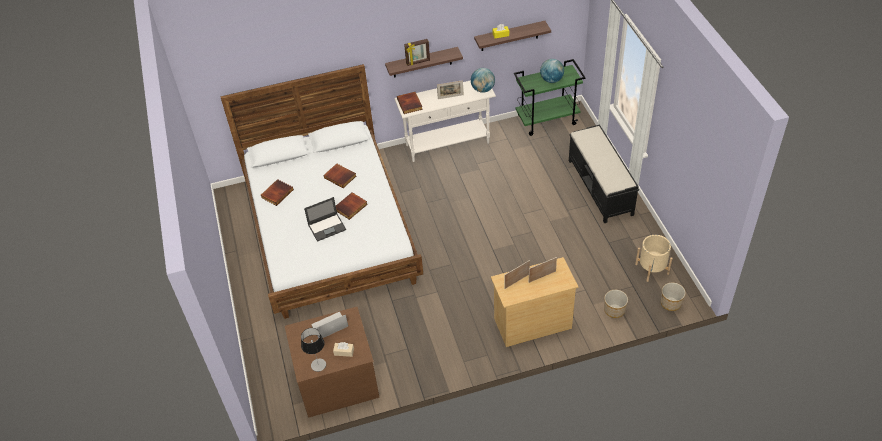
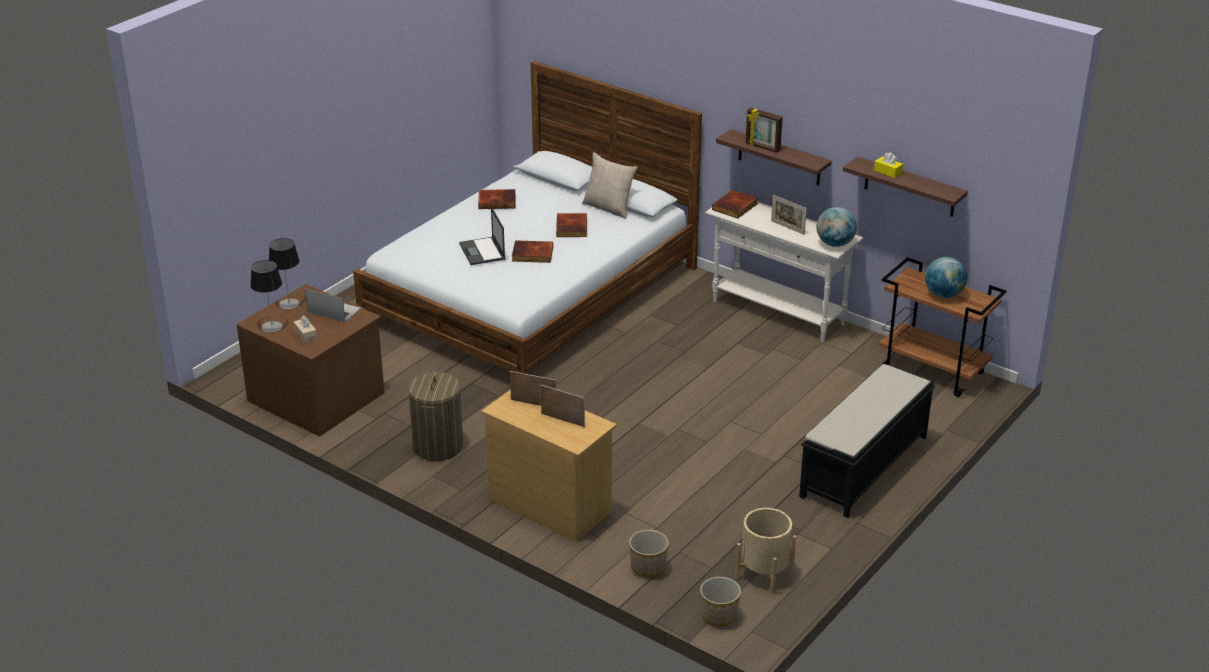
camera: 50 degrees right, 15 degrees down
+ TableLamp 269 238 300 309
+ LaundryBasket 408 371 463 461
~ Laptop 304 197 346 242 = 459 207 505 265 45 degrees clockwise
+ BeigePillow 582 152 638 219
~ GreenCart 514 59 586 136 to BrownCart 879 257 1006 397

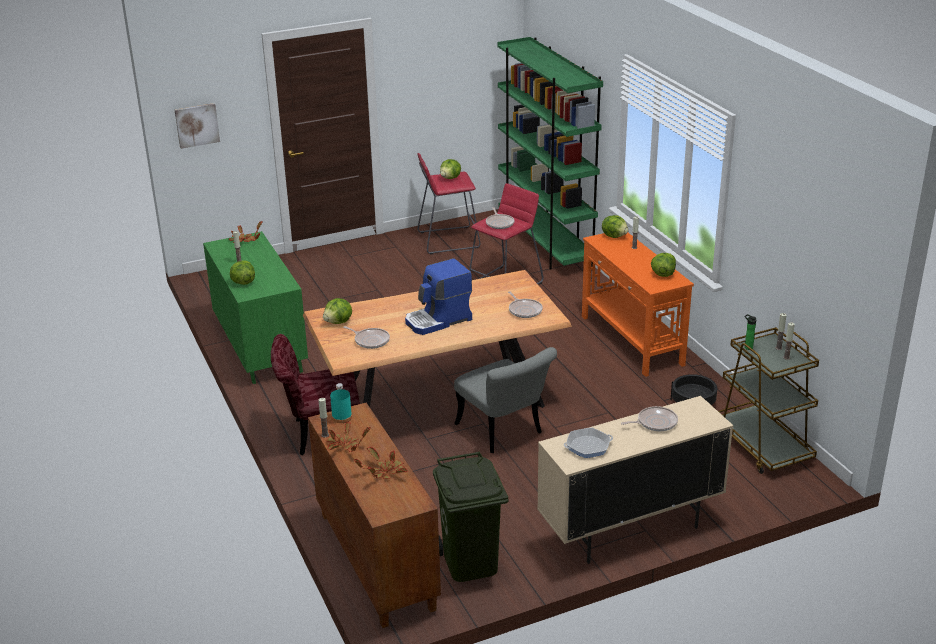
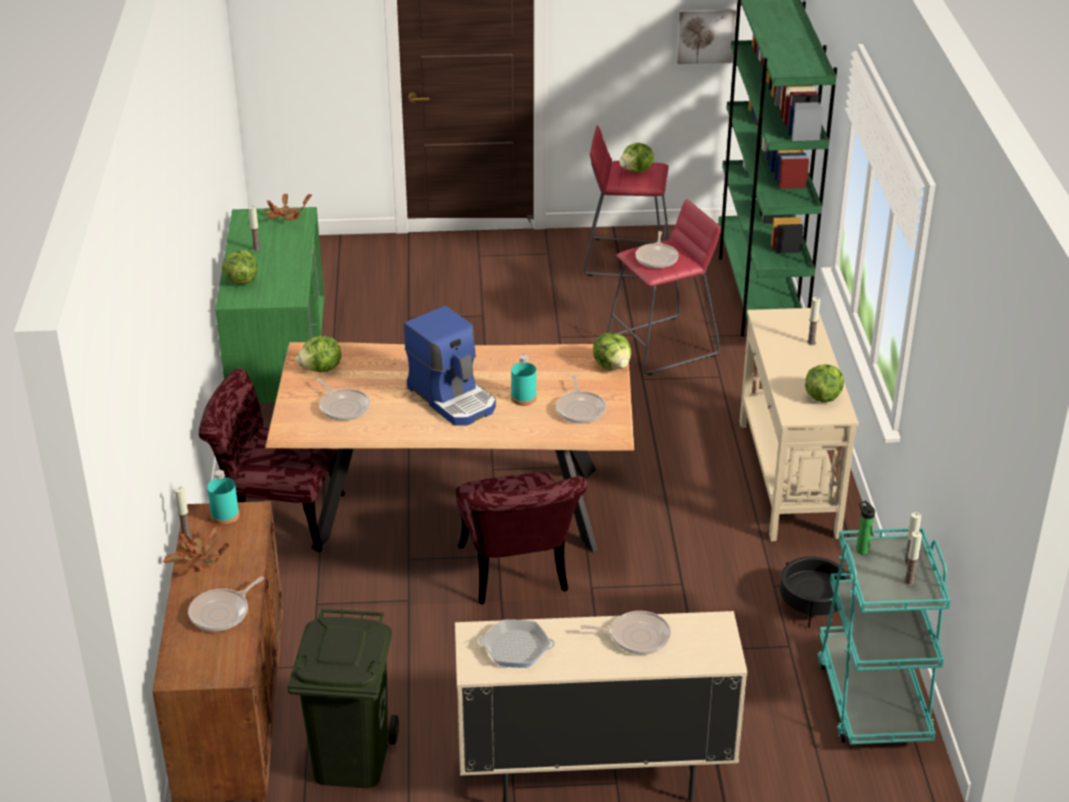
camera: 20 degrees right, 5 degrees up
~ PottedPlant 354 447 408 479 to FryingPan 188 577 264 631
~ CoffeeMachine 405 258 472 335 = 404 306 496 426 120 degrees counterclockwise
~ GreyChair 454 347 557 453 to RedChair 456 472 587 605
+ TurquoiseBottle 511 355 537 406
~ Lettuce 602 215 629 238 to 593 333 632 370
~ Picture 175 103 220 149 to 677 9 736 64
~ OrangeConsoleTable 582 233 694 377 to BeigeConsoleTable 740 308 859 541
~ BrownCart 718 327 819 474 to TurquoiseCart 817 528 951 744

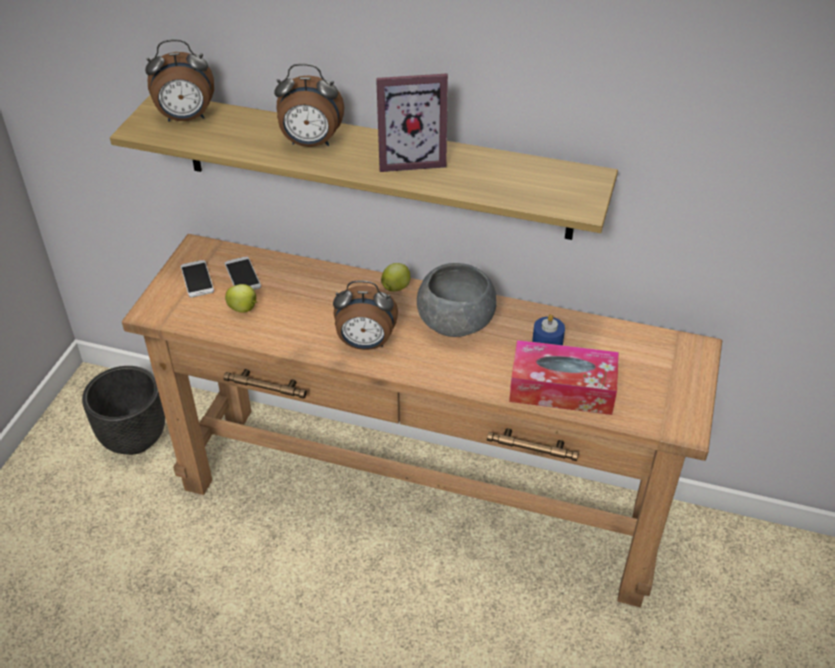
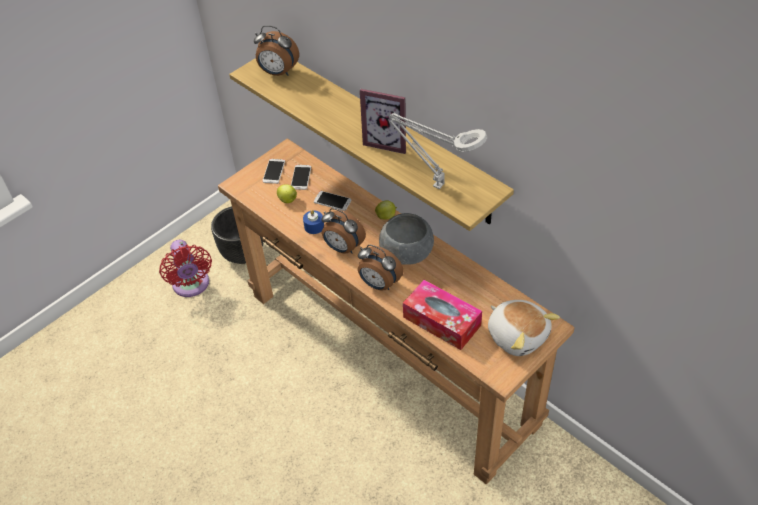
camera: 30 degrees right, 5 degrees up
+ RedFan 159 240 212 297
~ BlueCandle 532 314 565 345 to 303 210 324 234
+ Phone 314 191 351 211
~ AlarmClock 274 64 344 147 to 358 245 404 291
+ GreyTableLamp 389 113 487 189
+ PlushToy 488 300 560 356

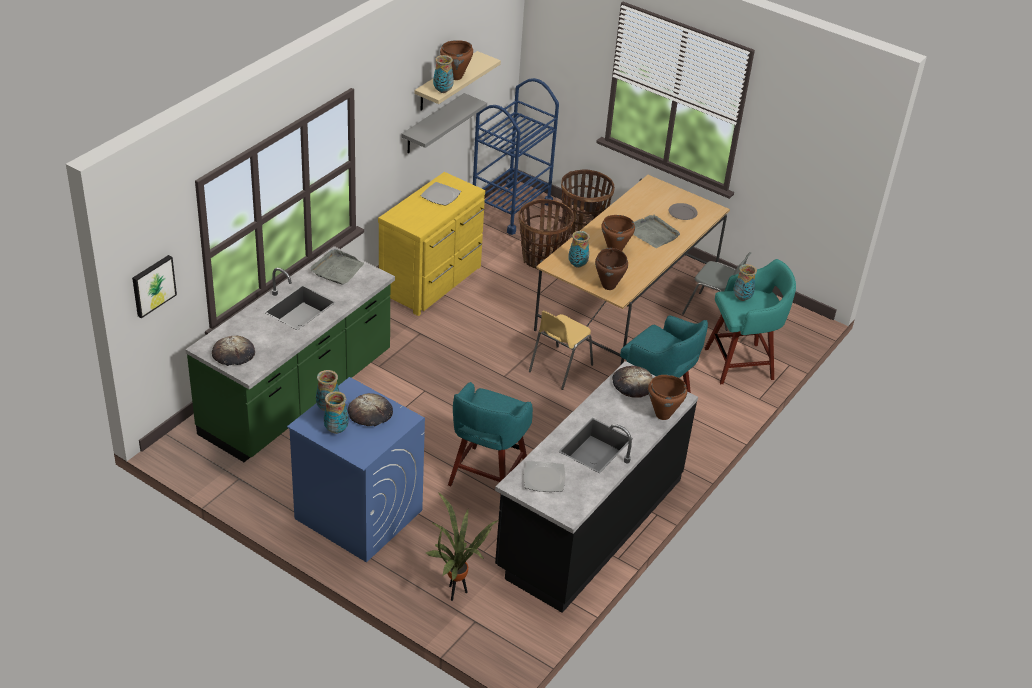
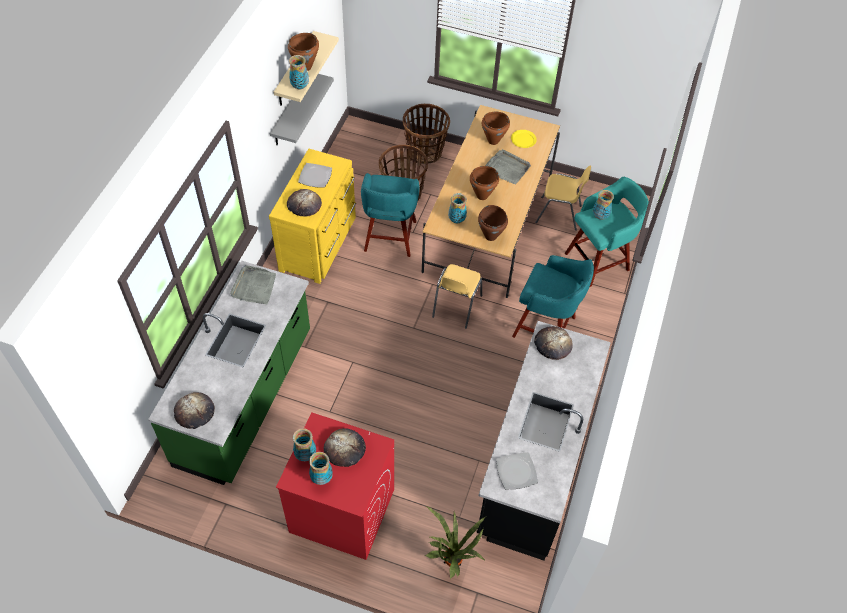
camera: 15 degrees left, 15 degrees up
~ BlueWashingMachine 287 377 425 563 to RedWashingMachine 276 413 394 560
+ Bread 287 189 322 217
~ TurquoiseStool 448 382 533 486 to 361 173 420 257
~ BrownCookingPot 648 375 687 420 to 482 112 510 145
~ GreyPlate 669 203 698 220 to YellowPlate 511 130 537 148
~ GreyChair 682 252 751 331 to YellowChair 535 166 591 231
- Picture 132 255 177 318
- BlueCart 473 78 559 235

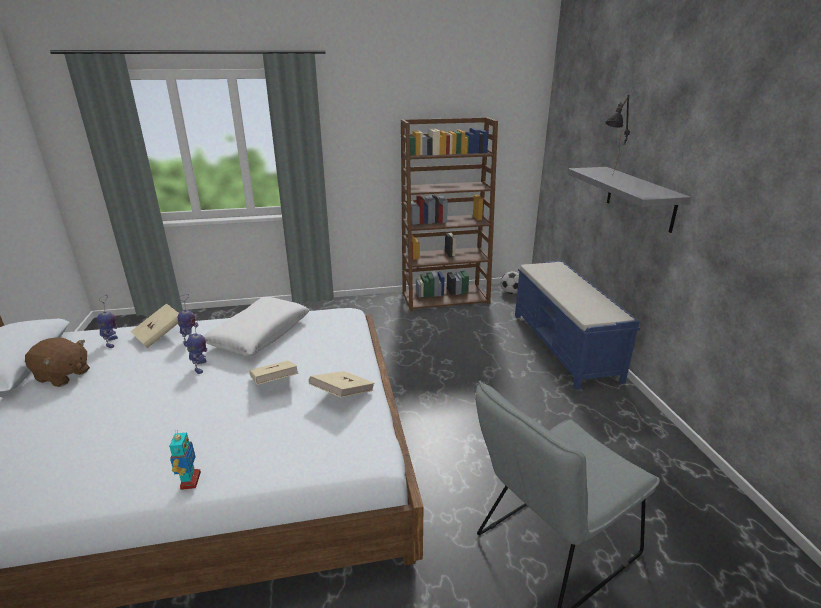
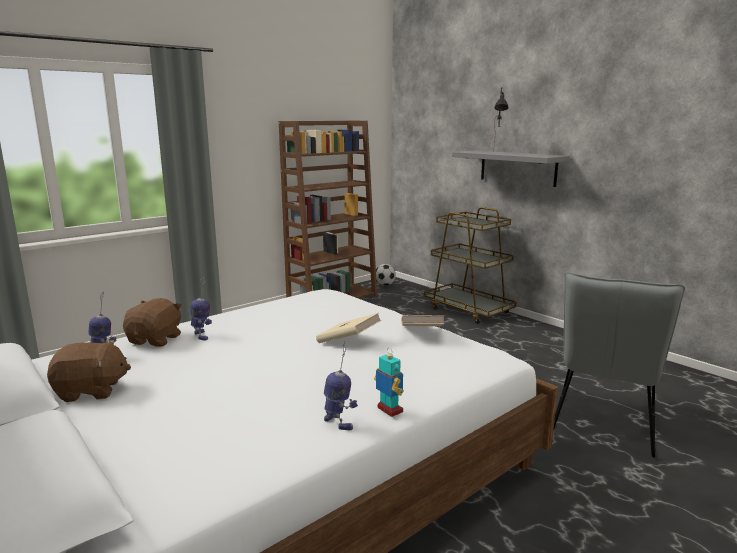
camera: 30 degrees left, 10 degrees down
~ BeigeBook 130 303 179 348 to BrownPlushToy 123 298 182 347
~ ToyRobot 187 316 207 374 to 324 342 358 430
~ BlueBench 515 261 640 390 to BrownCart 424 207 517 324
- WhitePillow 203 297 310 356

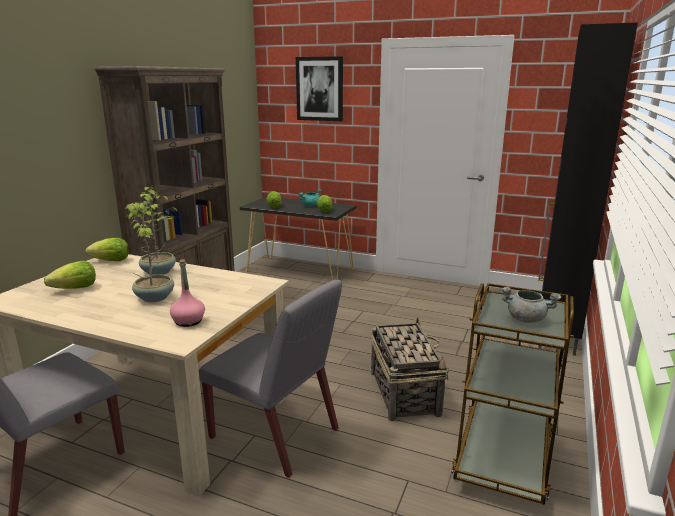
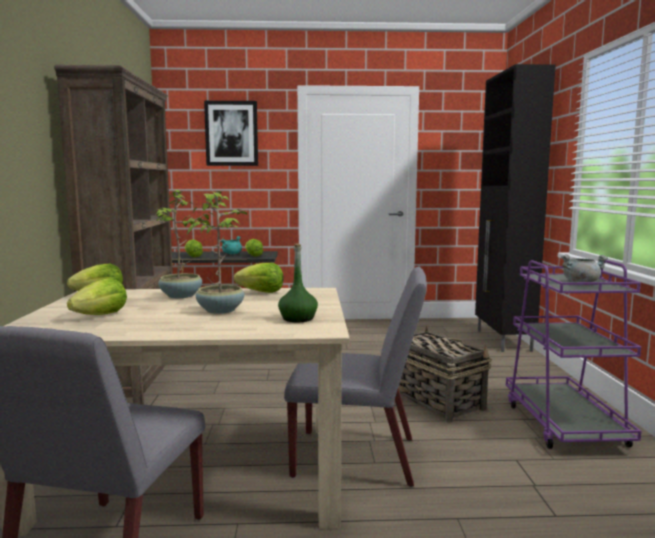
camera: 25 degrees left, 10 degrees down
+ Lettuce 234 263 283 293
~ PinkBottle 170 259 205 327 to GreenBottle 278 244 318 322
~ BrownCart 452 283 574 505 to PurpleCart 506 260 641 449

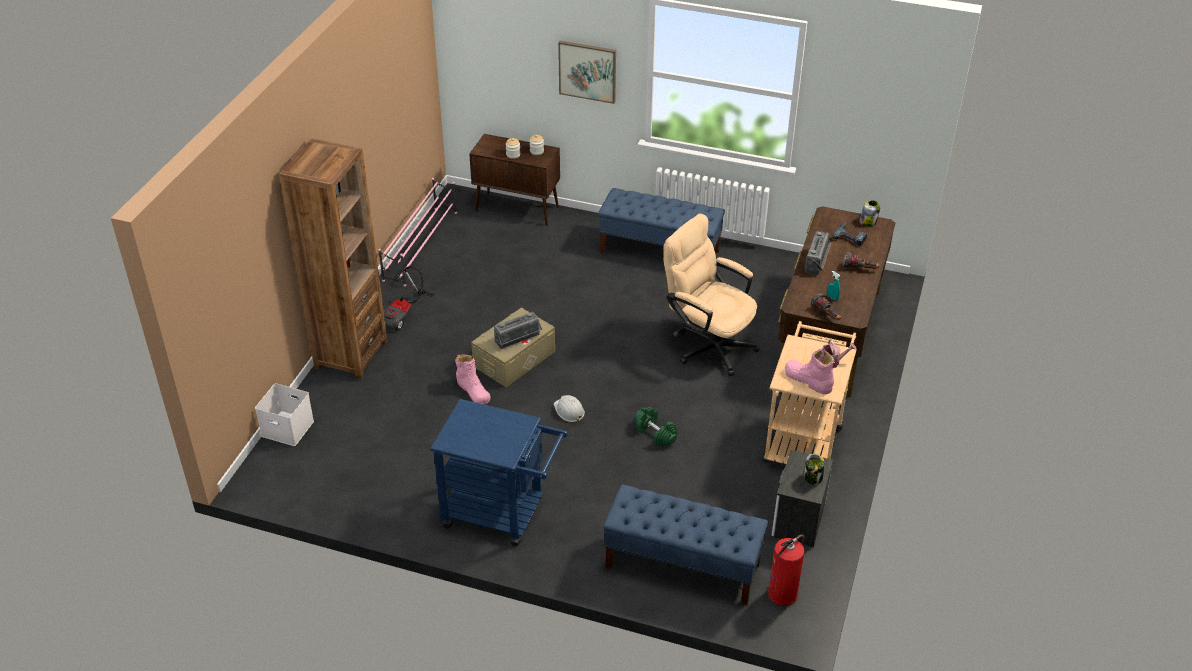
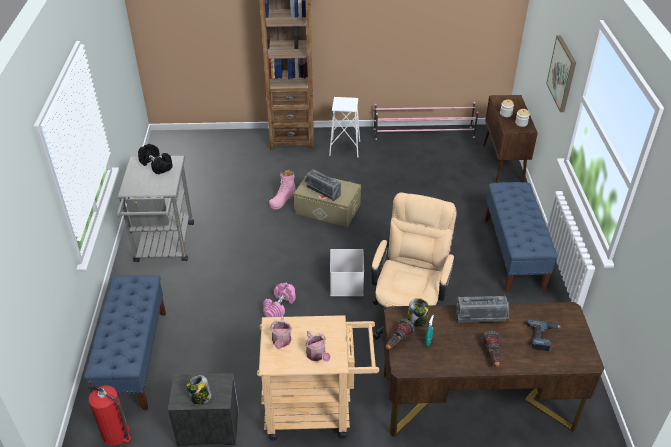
camera: 70 degrees right, 0 degrees up
~ BlueCart 430 399 568 547 to GreyCart 117 156 194 262
+ BlackDumbbell 138 144 173 175
~ GreenDumbbell 635 407 677 447 to PinkDumbbell 263 283 296 317
~ PinkBoot 785 349 835 394 to WateringCan 270 316 292 349
~ VacuumCleaner 384 266 435 332 to WhiteStool 329 97 360 158
~ WhiteStorageBox 255 383 314 446 to 330 249 364 296
~ Jar 859 200 881 227 to 407 298 429 327
- WhiteHardHat 554 395 585 422

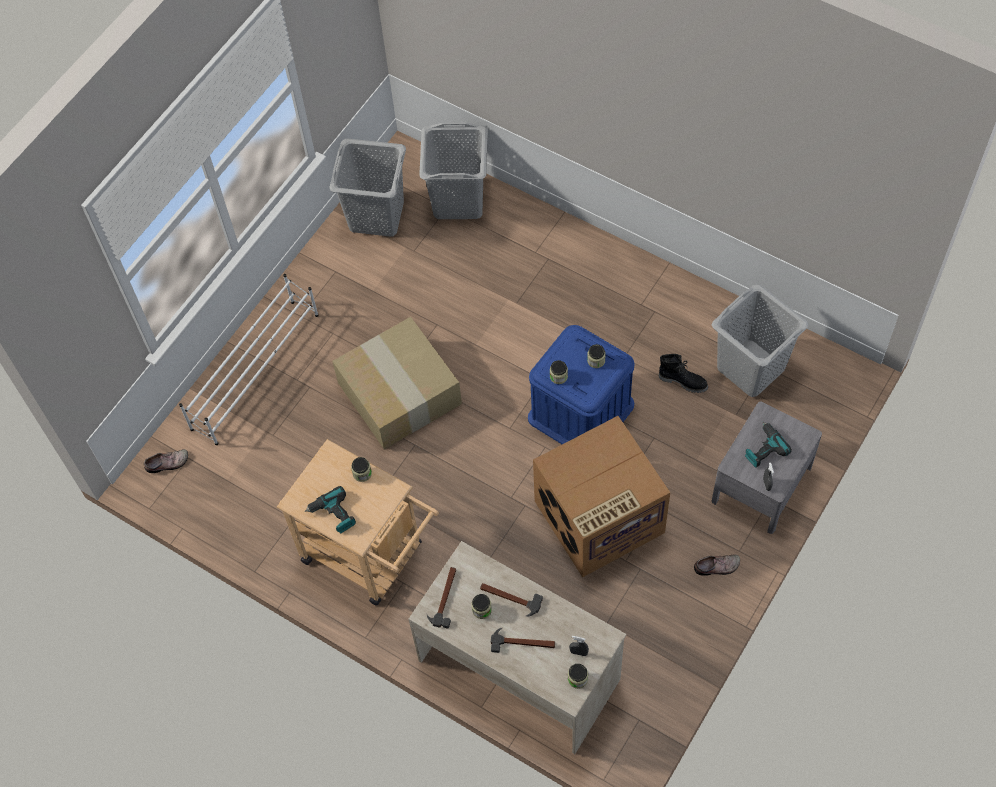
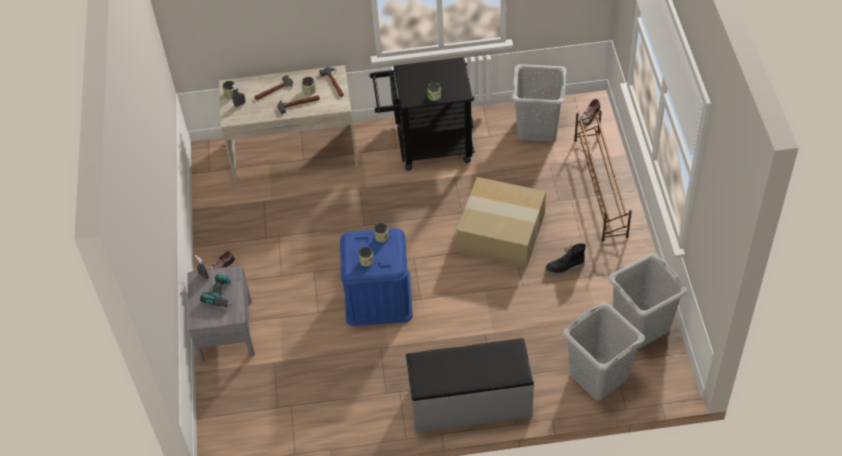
camera: 140 degrees right, 10 degrees down
~ BeigeCart 277 439 439 606 to BlackCart 370 57 475 171
+ GreyBench 406 338 534 433
~ GreyLaundryBasket 712 284 809 397 to 512 64 567 142
~ BlackBoot 659 354 708 393 to 545 243 586 275
~ WhiteShoeRack 179 274 319 445 to BrownShoeRack 574 110 632 241
- PowerDrill 305 486 356 533
- CardboardBox 533 416 670 577

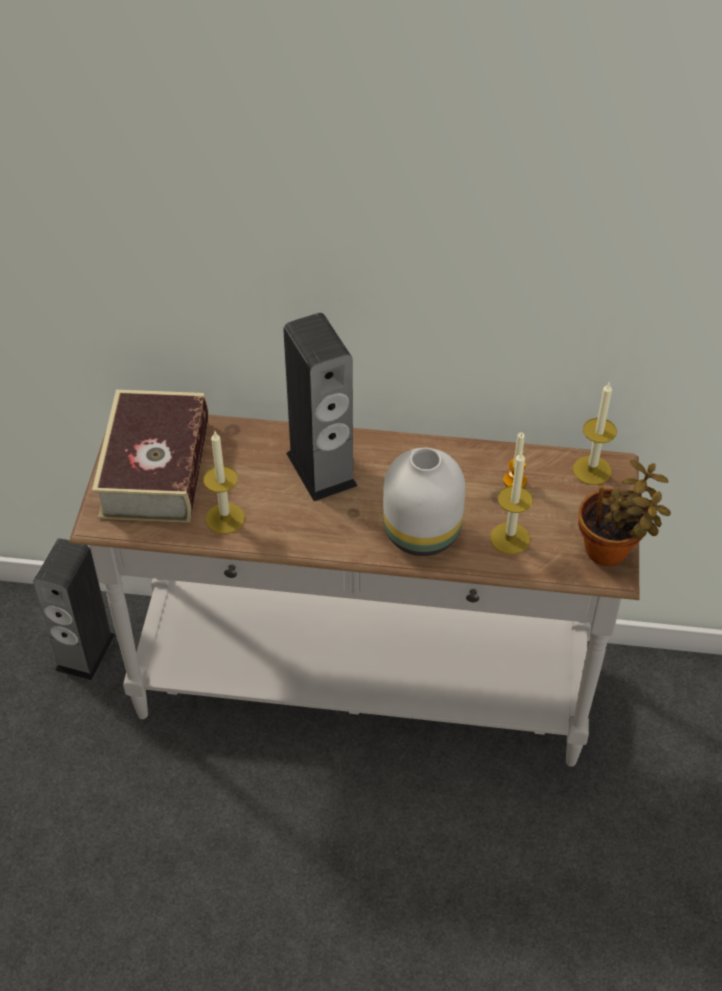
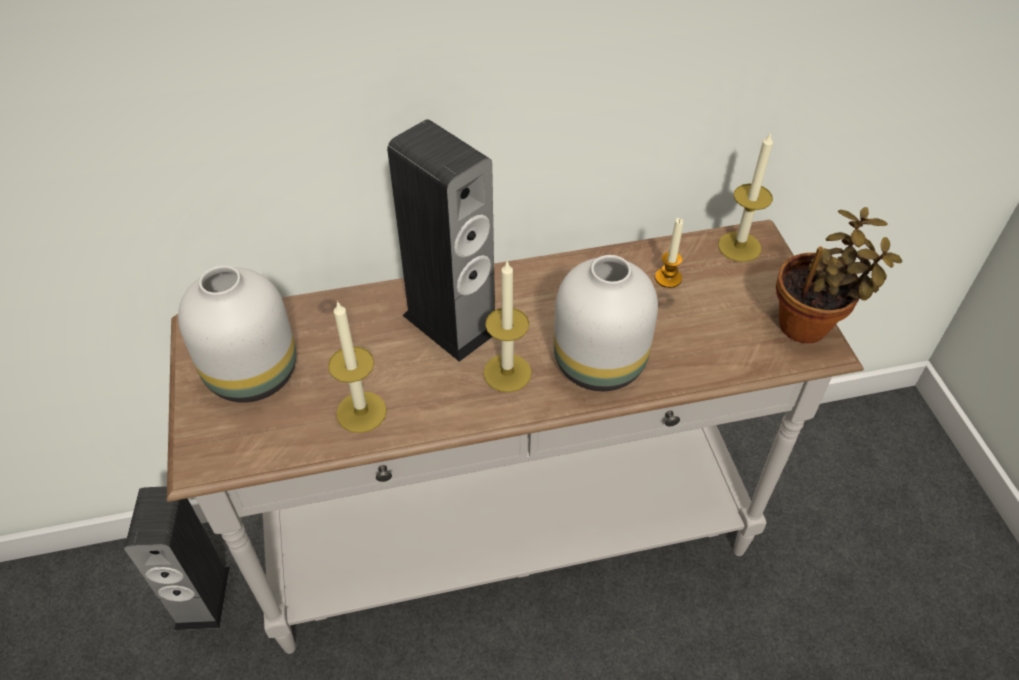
camera: 20 degrees left, 0 degrees up
~ Book 92 390 209 523 to WhiteVase 178 265 296 403
~ Candle 490 451 533 554 to 483 260 532 392

